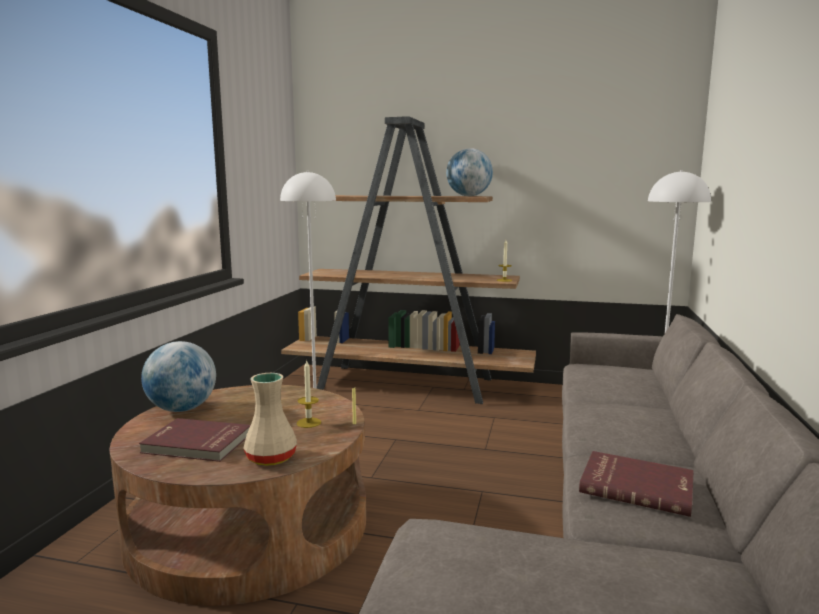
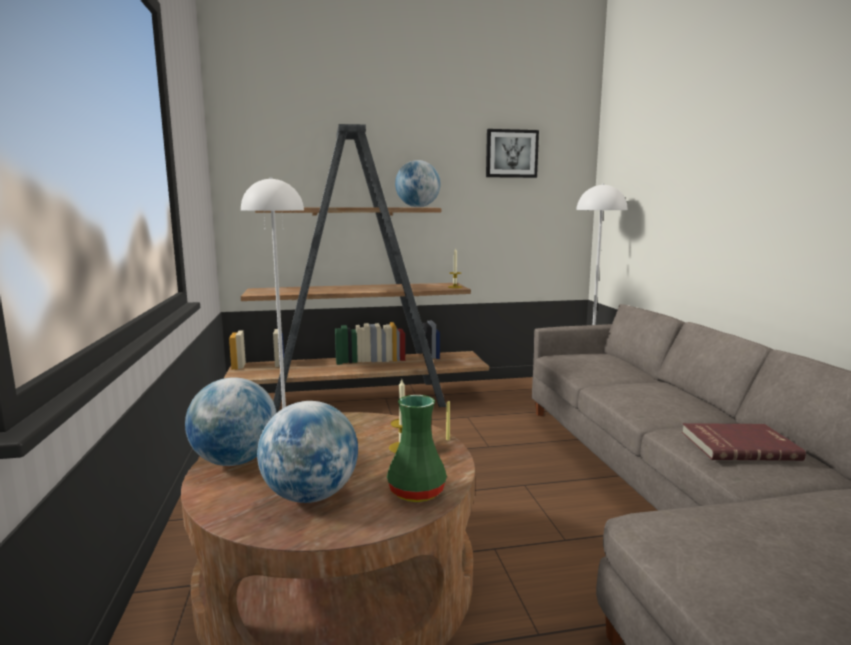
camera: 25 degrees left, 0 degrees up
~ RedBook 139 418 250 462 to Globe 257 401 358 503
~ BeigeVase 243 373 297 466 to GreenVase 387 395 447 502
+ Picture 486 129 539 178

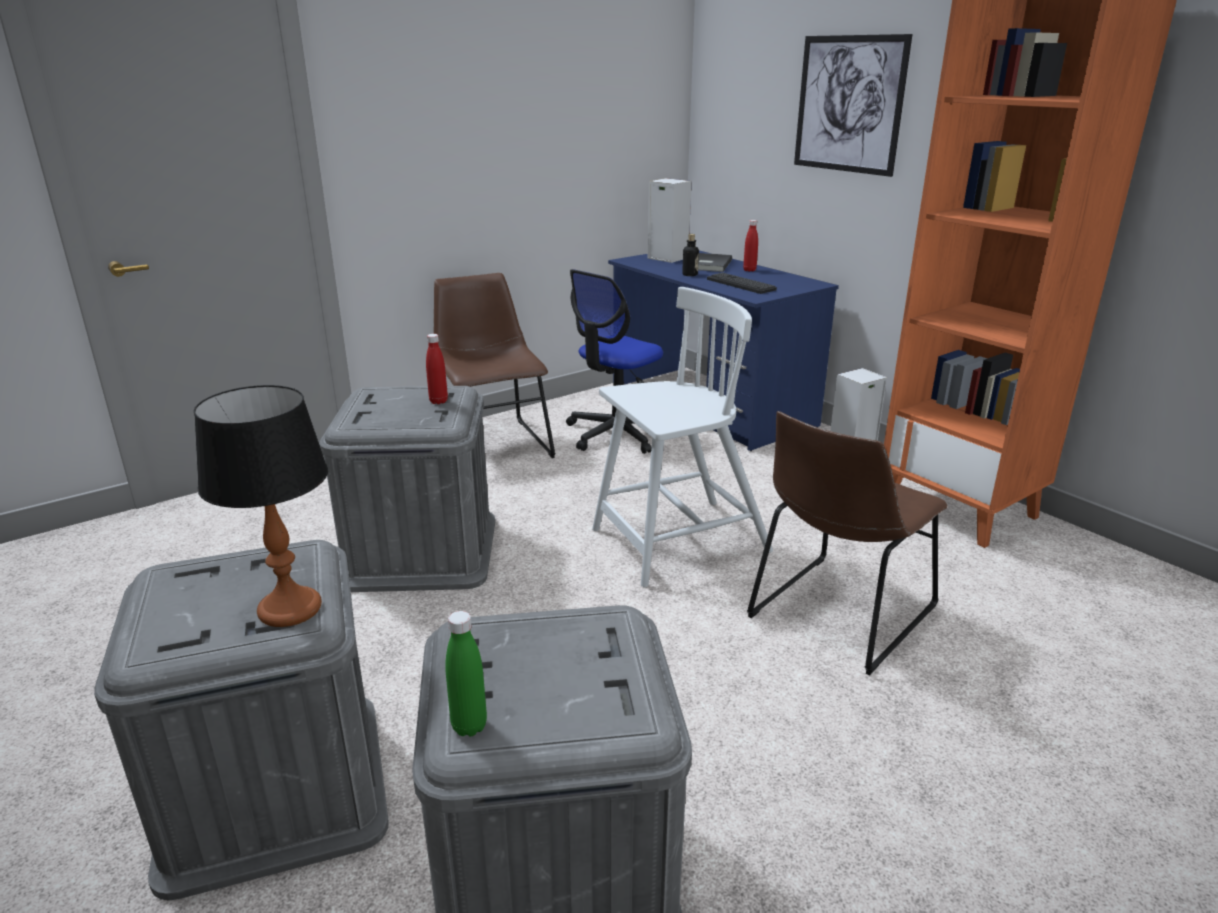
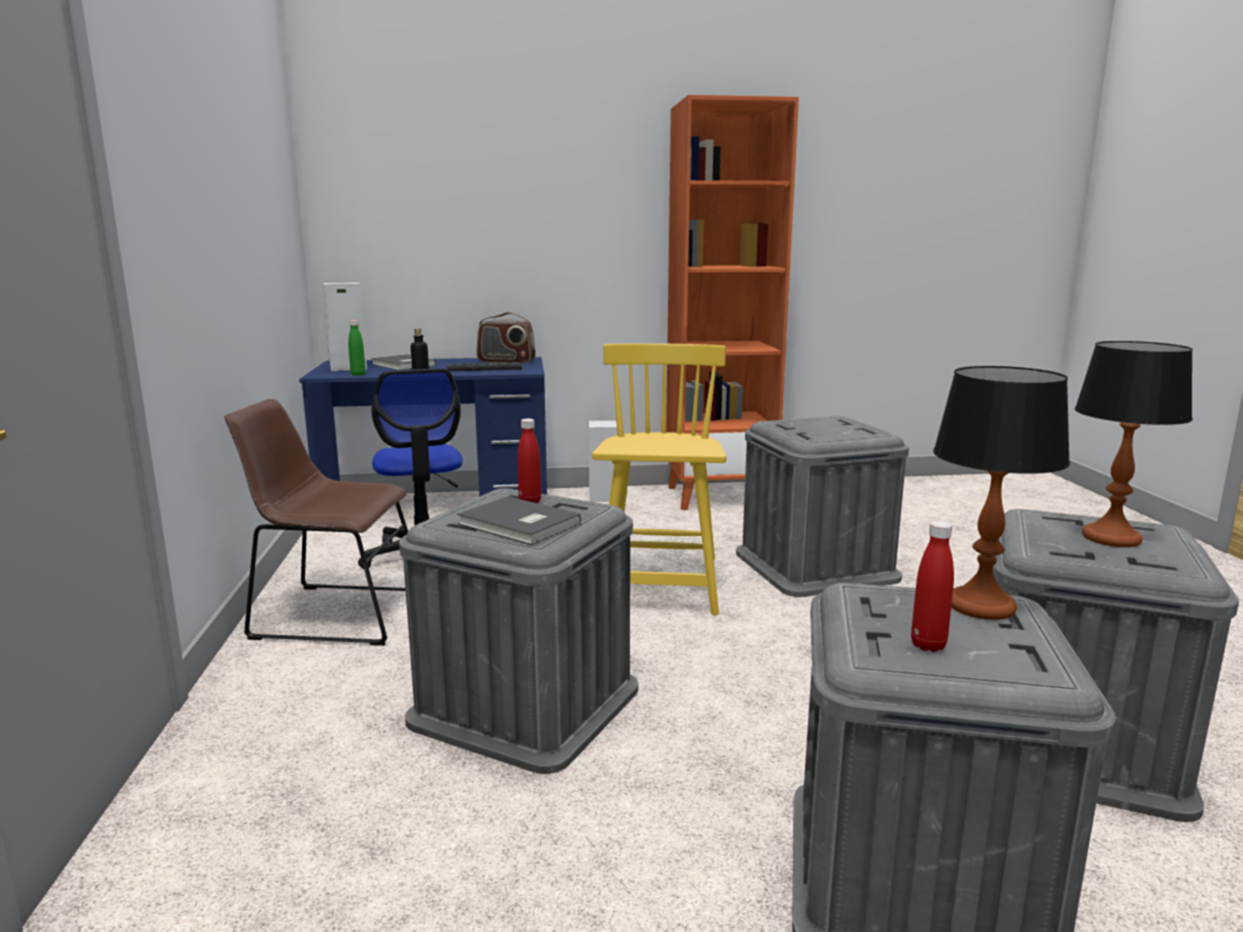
camera: 60 degrees left, 10 degrees down
~ GreenBottle 445 611 487 736 to 348 320 366 376
+ GreyBook 457 496 581 545
+ Radio 476 312 536 364
~ WhiteChair 592 287 773 587 to YellowChair 592 343 726 615
~ BrownChair 747 411 948 676 to GreyStorageBox 736 416 909 597
~ RedBottle 743 220 758 272 to 911 521 954 652
+ TableLamp 1075 341 1193 547
- Picture 794 34 912 177

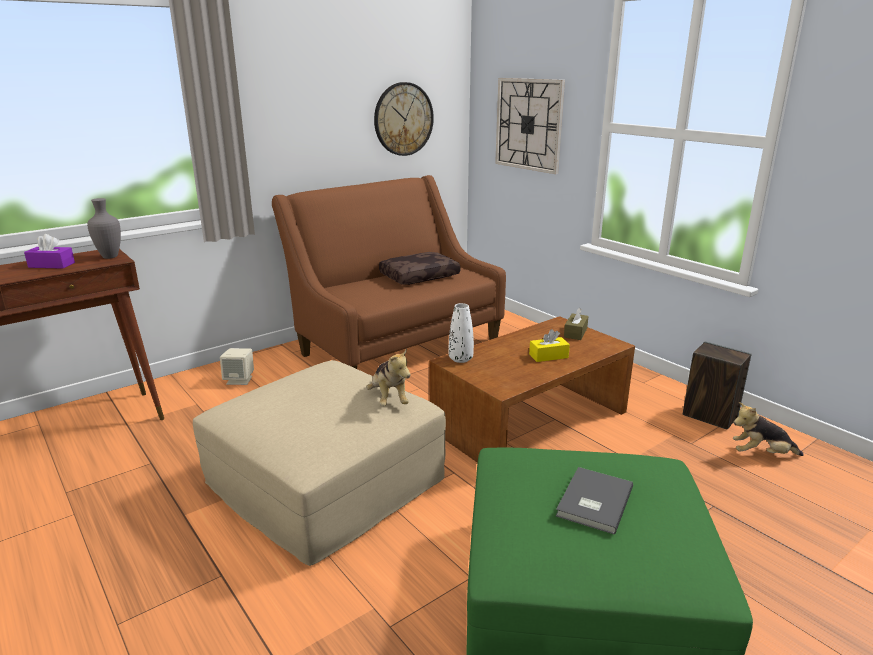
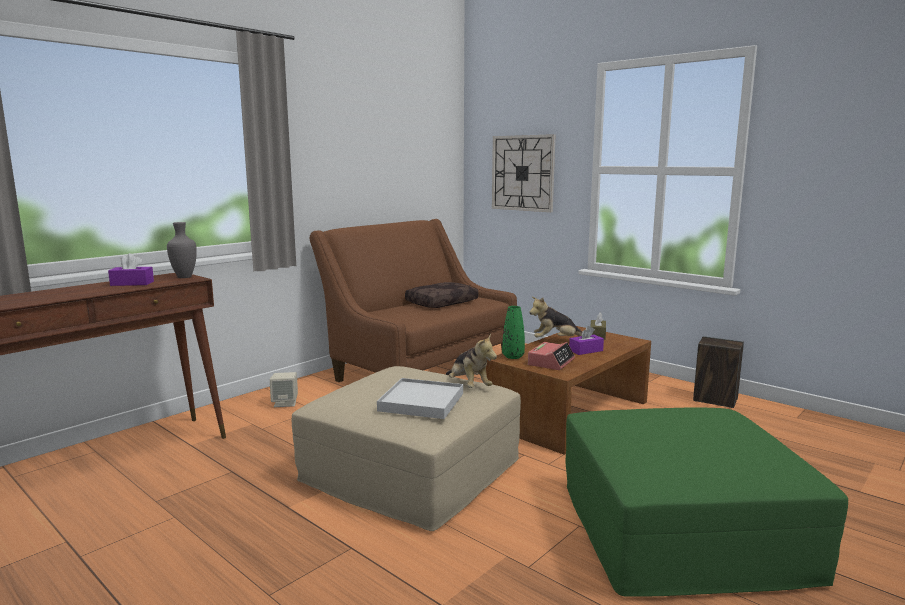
camera: 10 degrees left, 10 degrees down
+ WhiteTray 377 378 463 419
~ WhiteVase 449 303 474 363 to GreenVase 502 306 525 359
+ AlarmClock 528 342 575 370
~ PlushToy 733 402 804 456 to 529 297 582 337
~ YellowTissueBox 529 329 570 362 to PurpleTissueBox 569 326 604 355
- WallClock 374 82 434 156
- GreyBook 556 467 633 535

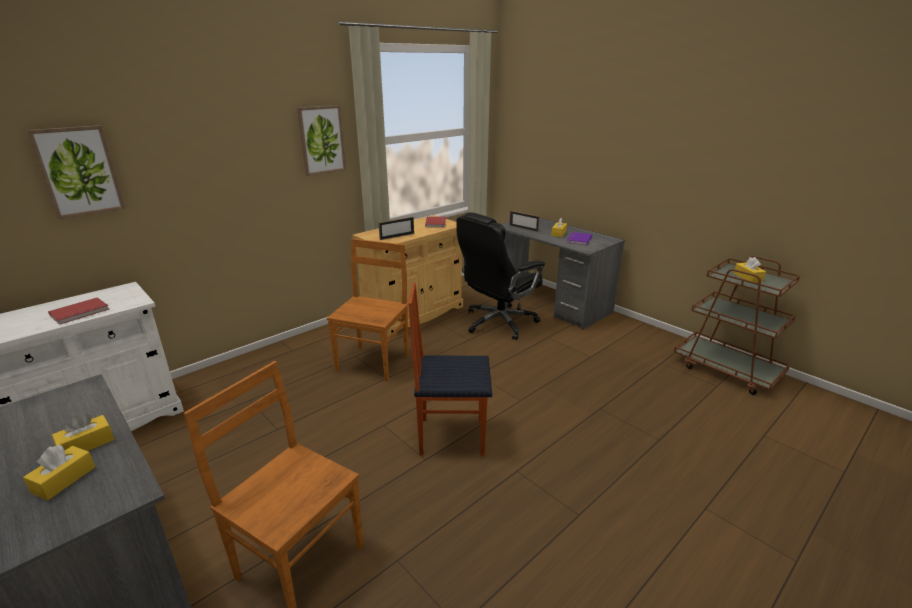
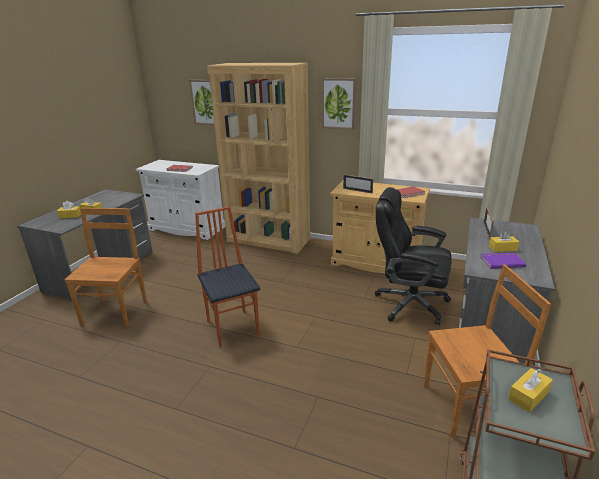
camera: 65 degrees right, 0 degrees up
+ BrownBookcase 207 63 310 254
~ BrownChair 327 239 409 382 to 424 264 551 438

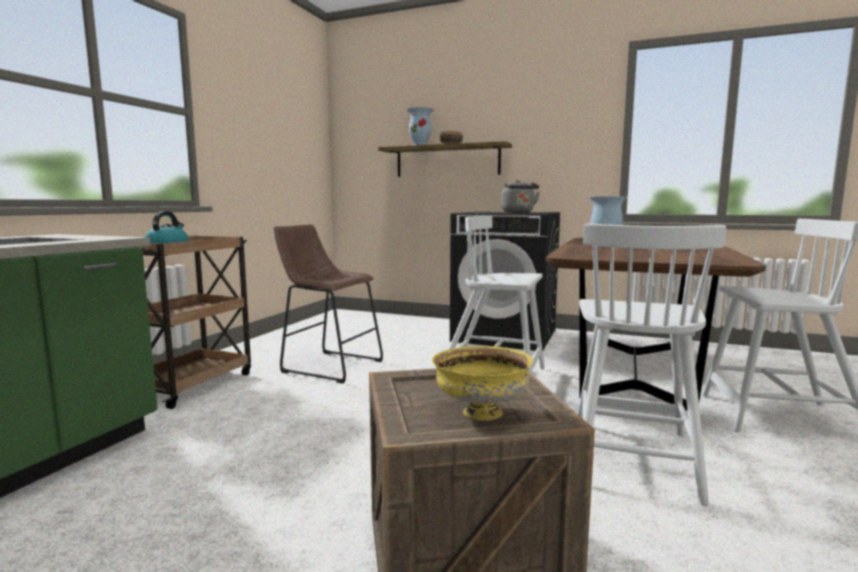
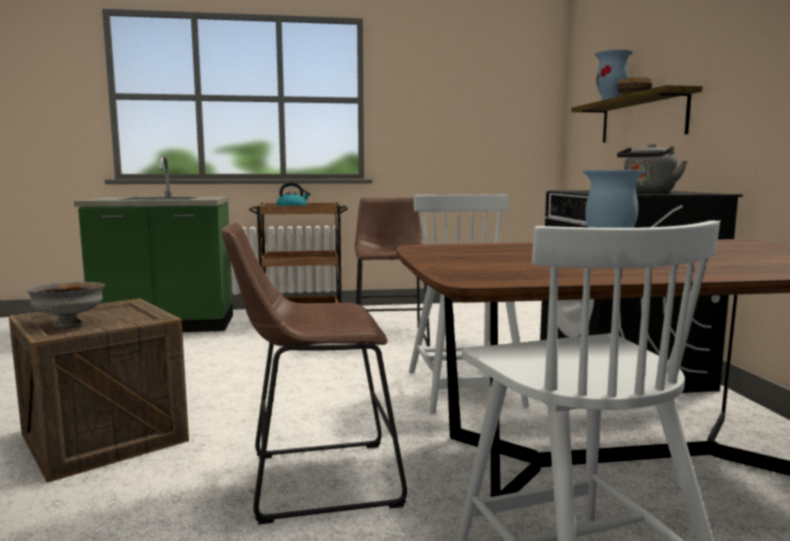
camera: 60 degrees right, 0 degrees up
~ YellowBowl 432 346 533 420 to GreyBowl 26 282 105 327
~ WhiteChair 577 223 726 506 to BrownStool 222 222 407 524

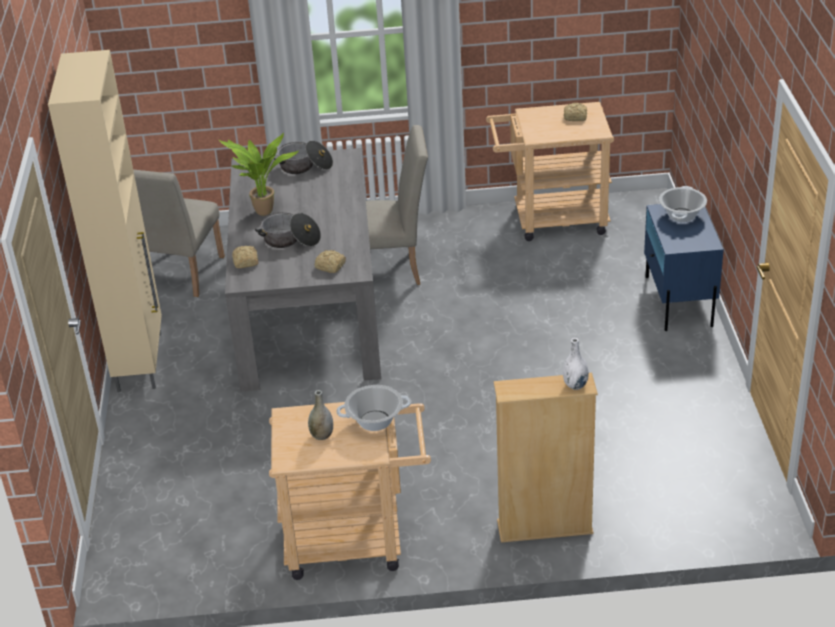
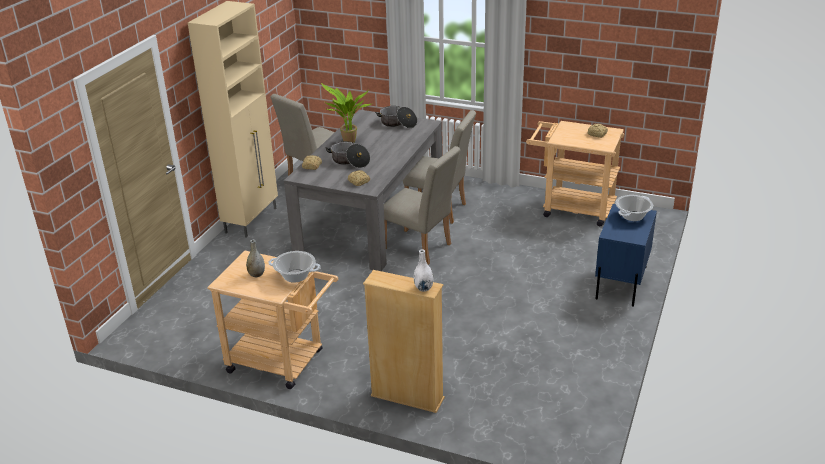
camera: 25 degrees right, 5 degrees down
+ BeigeChair 384 146 461 265

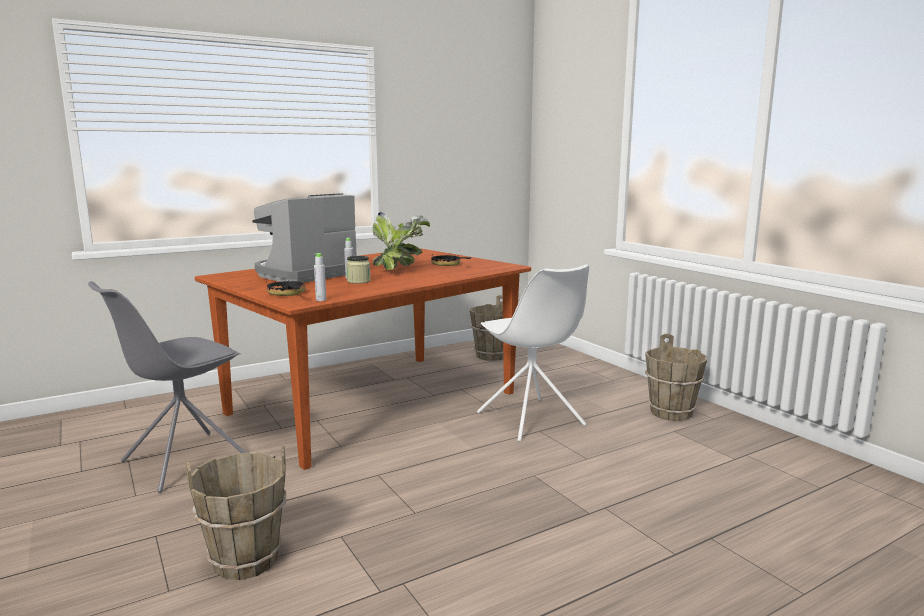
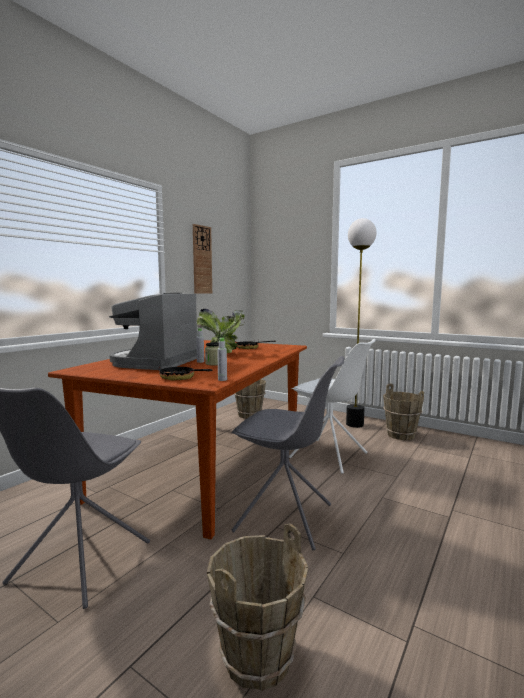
camera: 25 degrees left, 5 degrees down
+ WallClock 193 224 212 294
+ GreyChair 232 356 345 550
+ FloorLamp 346 218 377 428

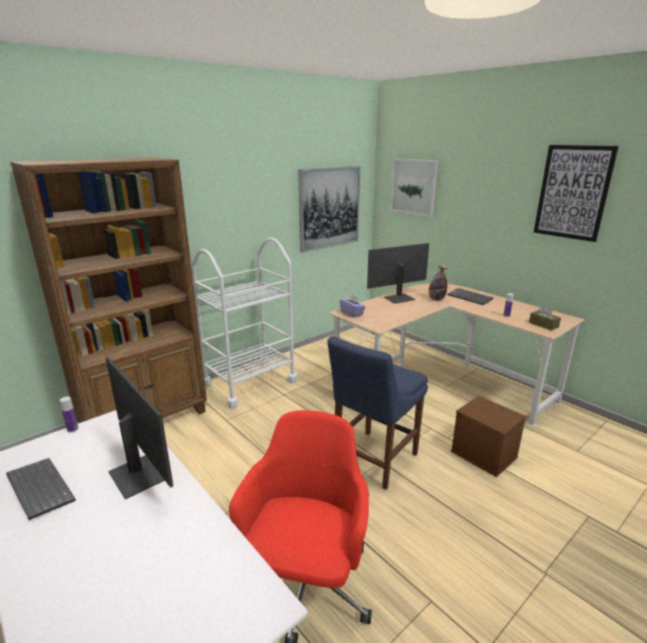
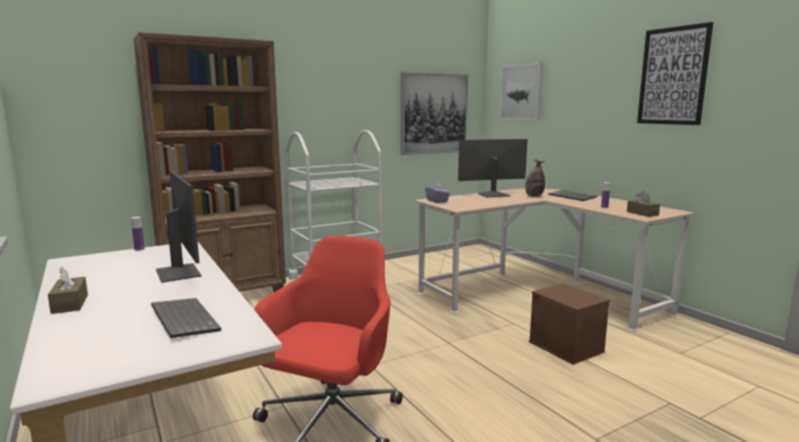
camera: 10 degrees right, 10 degrees down
+ BrownTissueBox 48 266 88 314
~ Keyboard 6 458 76 520 to 151 298 221 338
- BlueChair 327 336 428 490

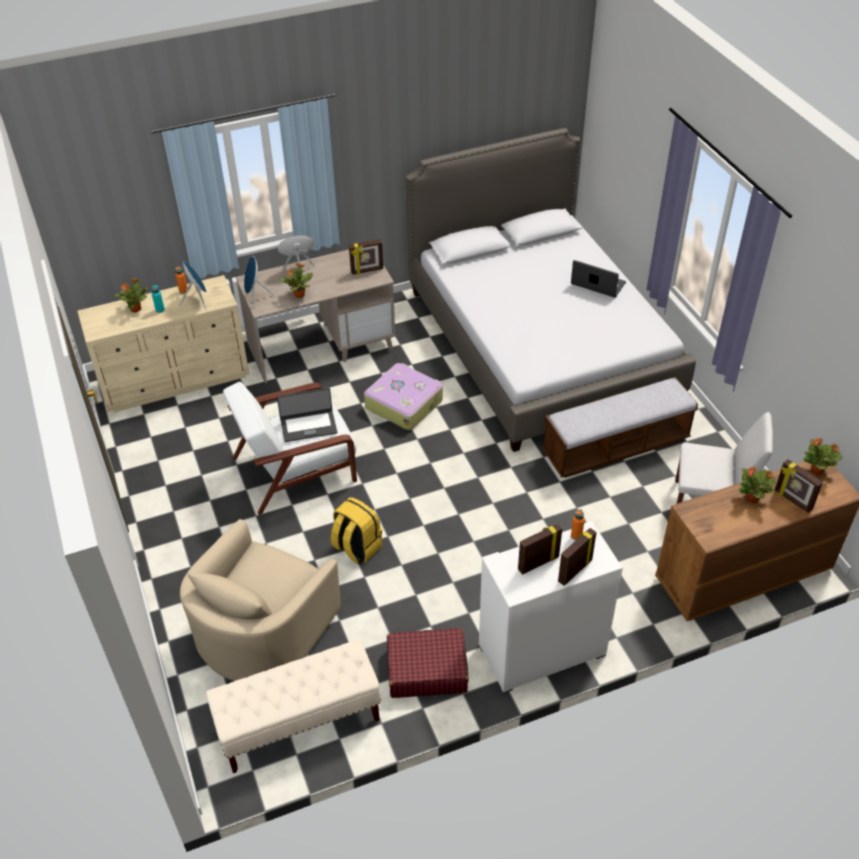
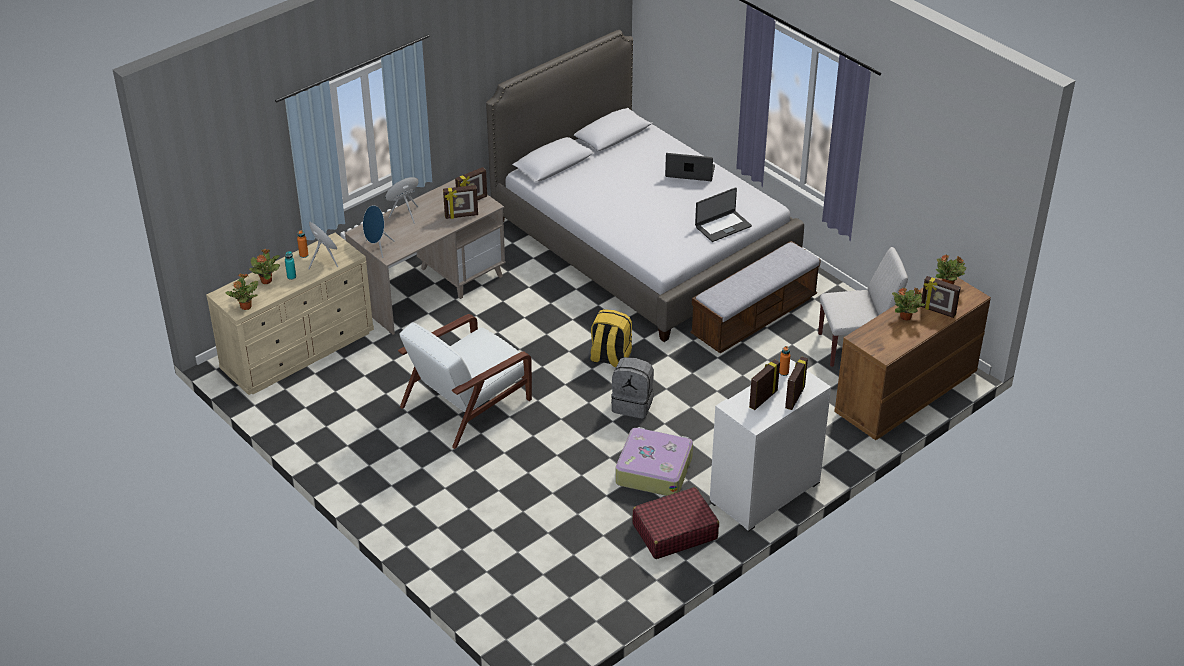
camera: 20 degrees left, 5 degrees down
~ PottedPlant 280 263 313 298 to 225 274 258 310
+ PictureFrame 443 185 478 219
~ YellowBackpack 331 497 382 564 to 590 309 632 367
+ GreyBackpack 611 357 654 419
~ Suitcase 364 363 443 430 to 615 427 693 496
~ Laptop 277 388 337 442 to 695 187 752 242
- BeigeArmchair 180 519 341 681
- BeigeBench 206 639 381 773

